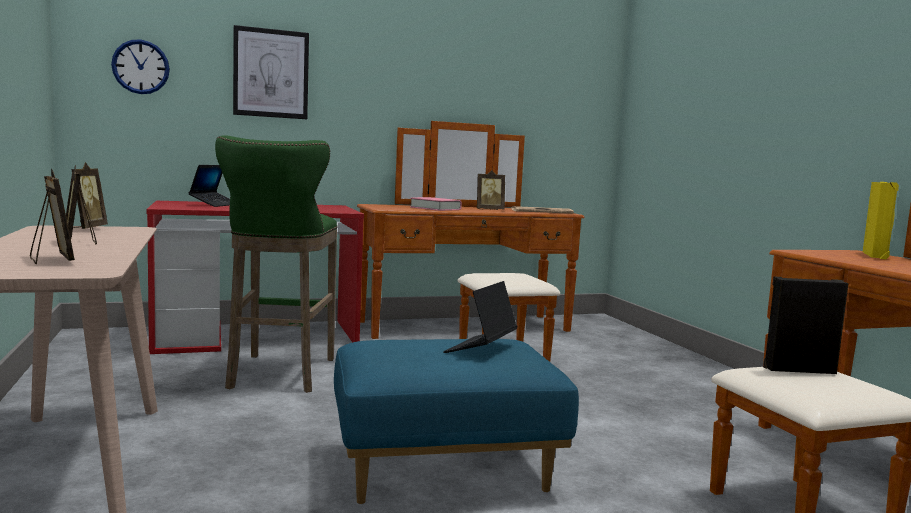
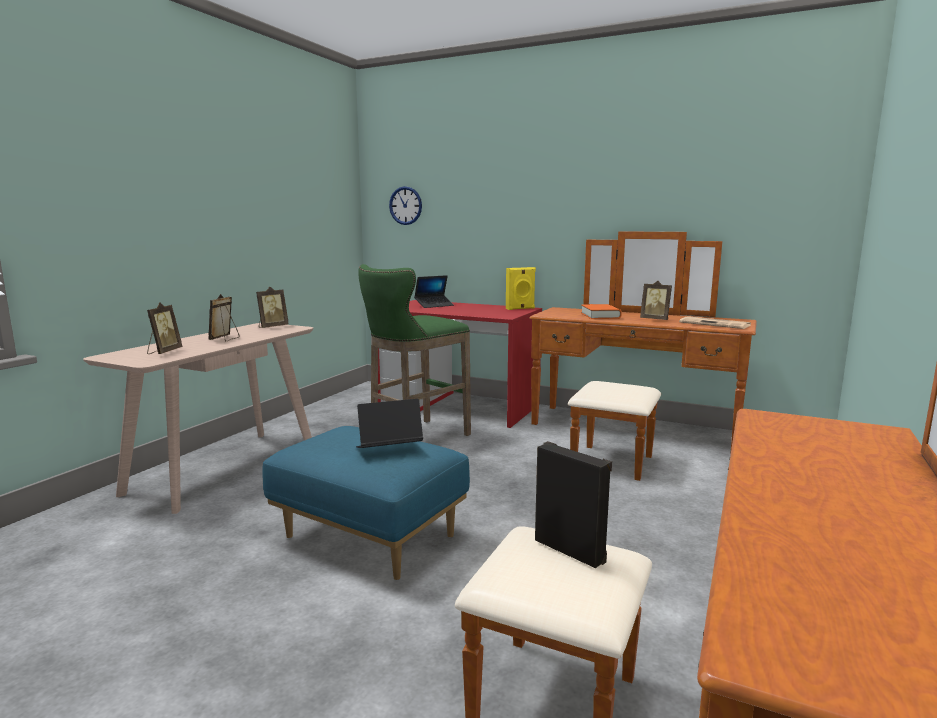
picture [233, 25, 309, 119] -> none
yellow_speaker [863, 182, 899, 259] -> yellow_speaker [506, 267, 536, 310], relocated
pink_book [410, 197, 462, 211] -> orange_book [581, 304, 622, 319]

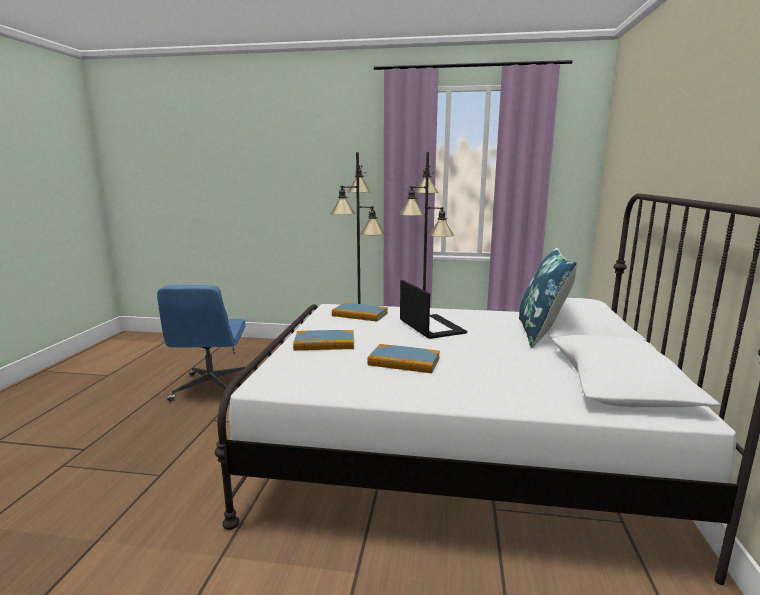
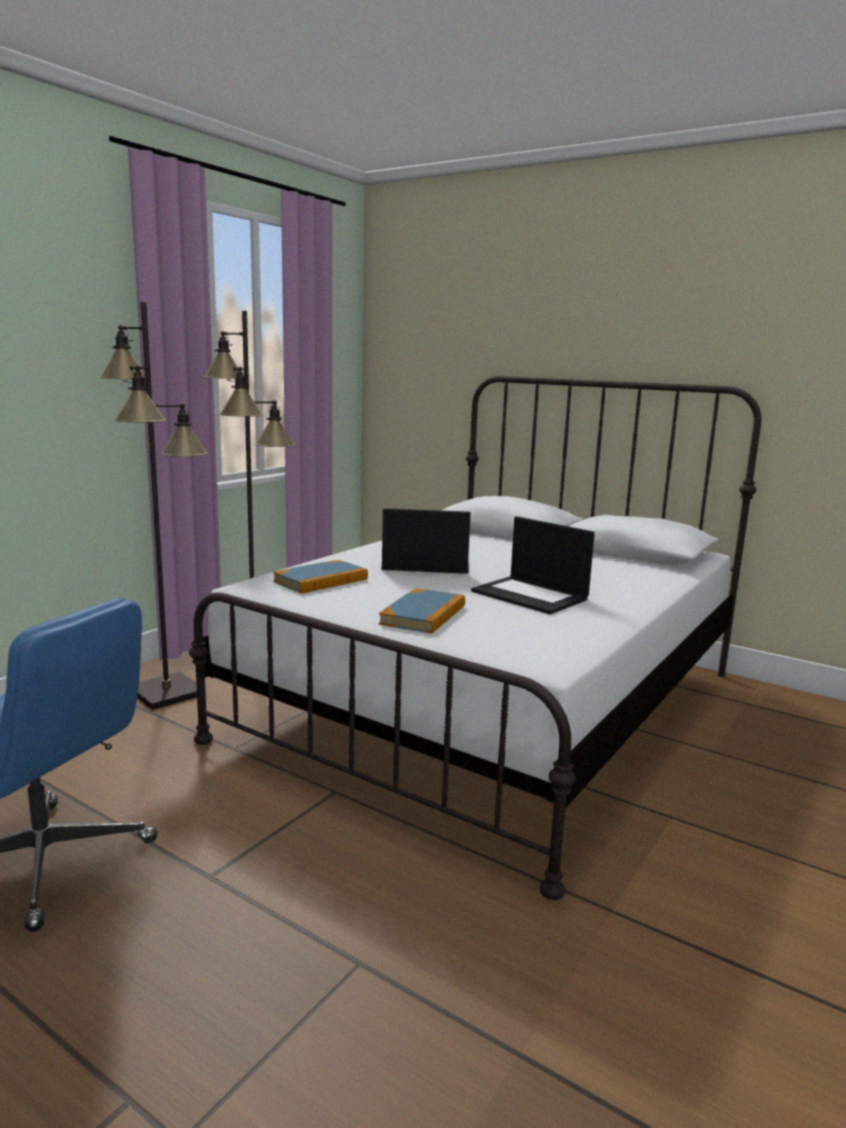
blue_pillow [519, 247, 578, 348] -> none
book [367, 344, 440, 373] -> laptop [471, 516, 595, 614]

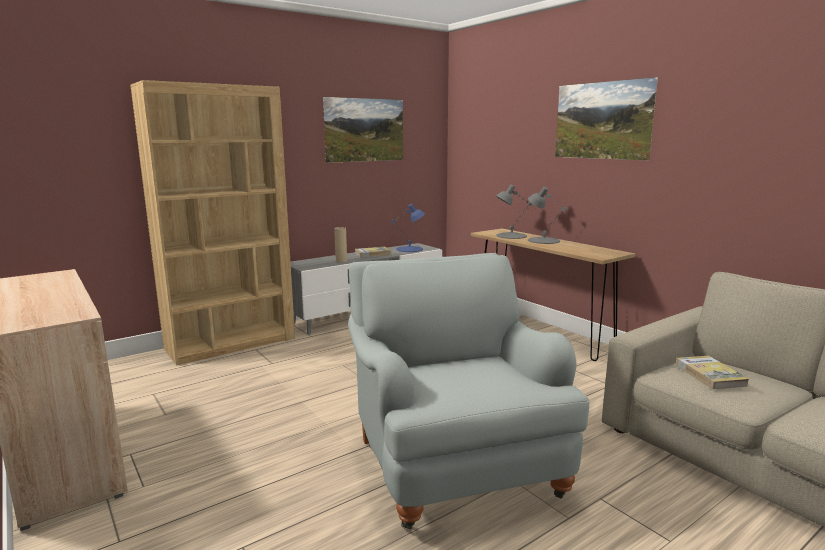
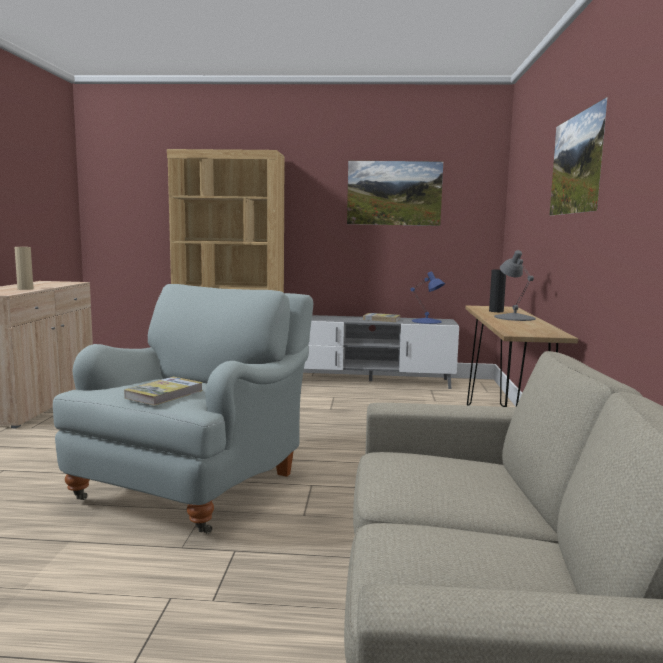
grey_table_lamp [496, 184, 533, 239] -> black_vase [489, 270, 506, 312]
beige_vase [334, 227, 347, 263] -> beige_vase [15, 247, 33, 290], relocated
book [676, 356, 749, 389] -> book [124, 377, 203, 406], relocated

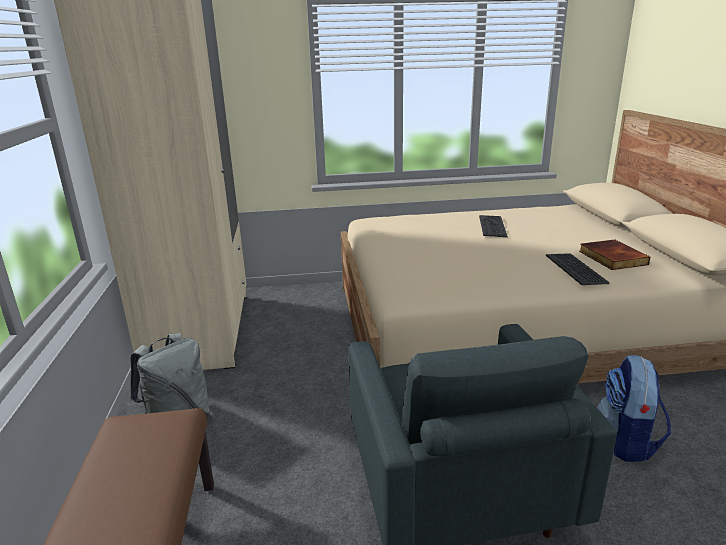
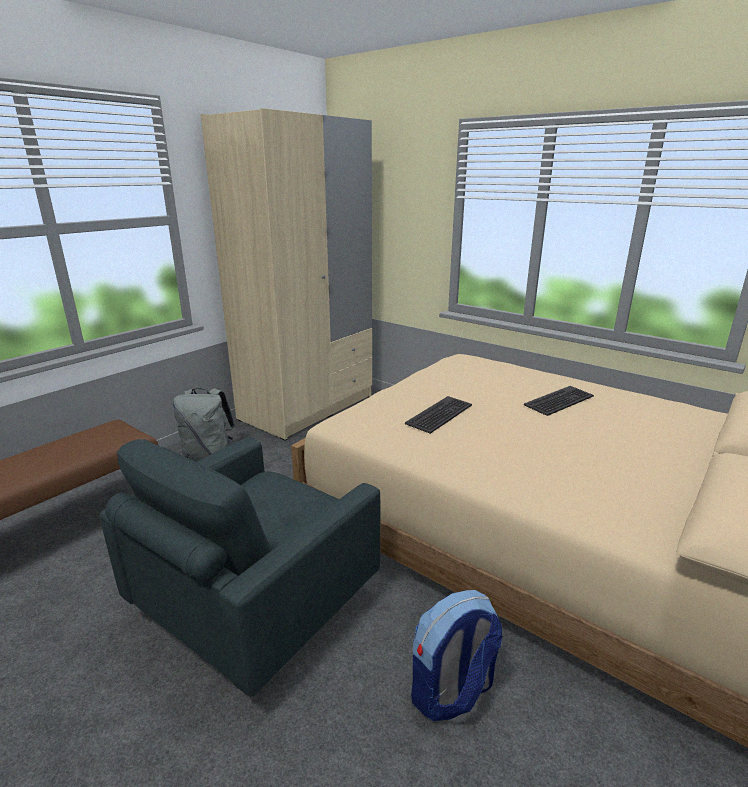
book [579, 240, 650, 270] -> none
keyboard [546, 253, 609, 285] -> keyboard [405, 396, 472, 434], relocated

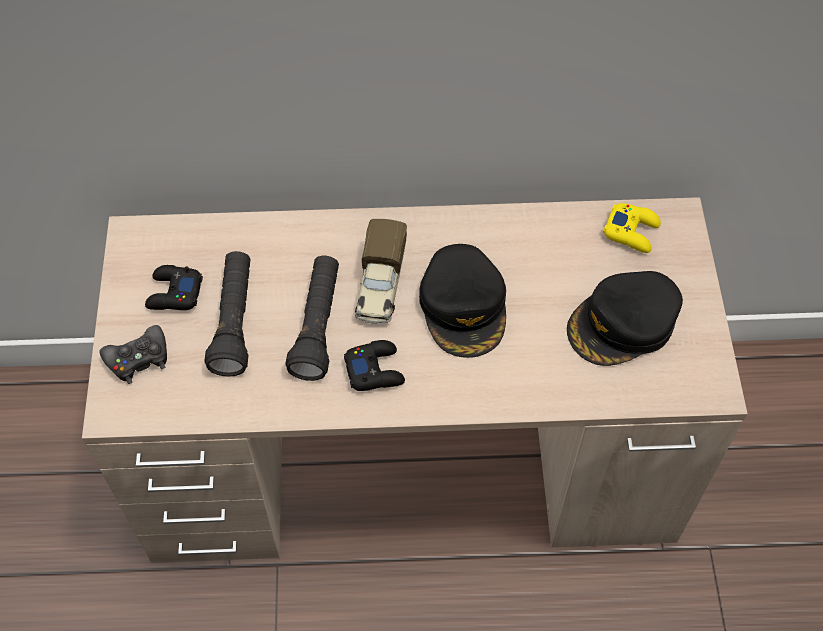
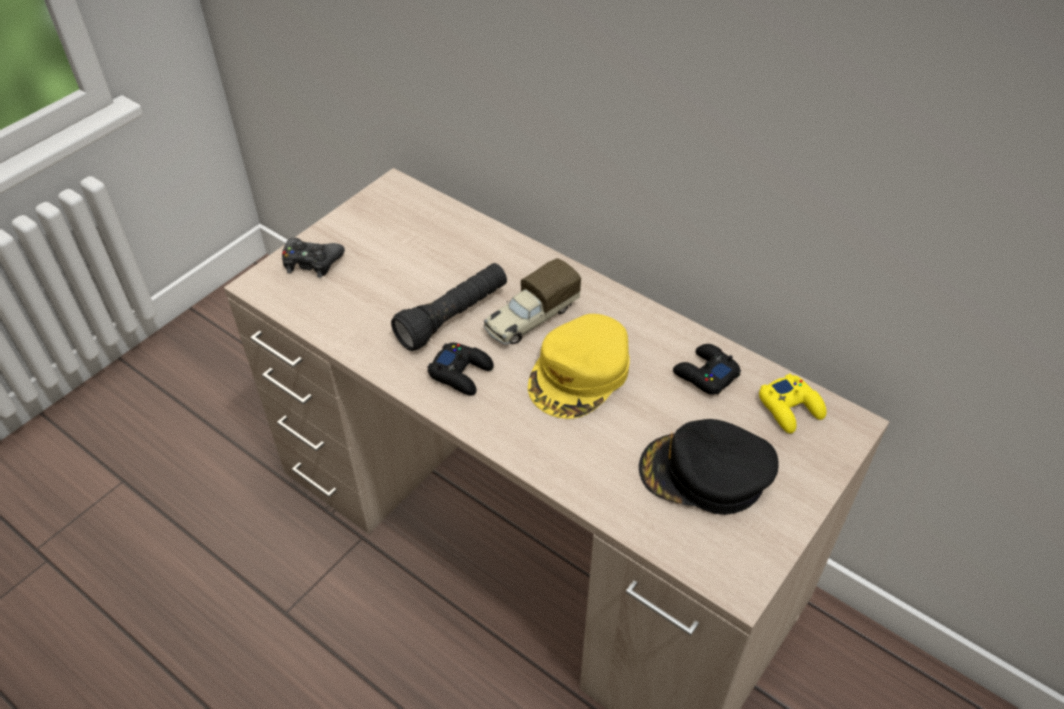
black_cap [419, 244, 506, 358] -> yellow_cap [528, 314, 629, 419]
black_flashlight [205, 251, 250, 377] -> none
black_game_controller [145, 265, 203, 310] -> black_game_controller [673, 344, 741, 395], relocated

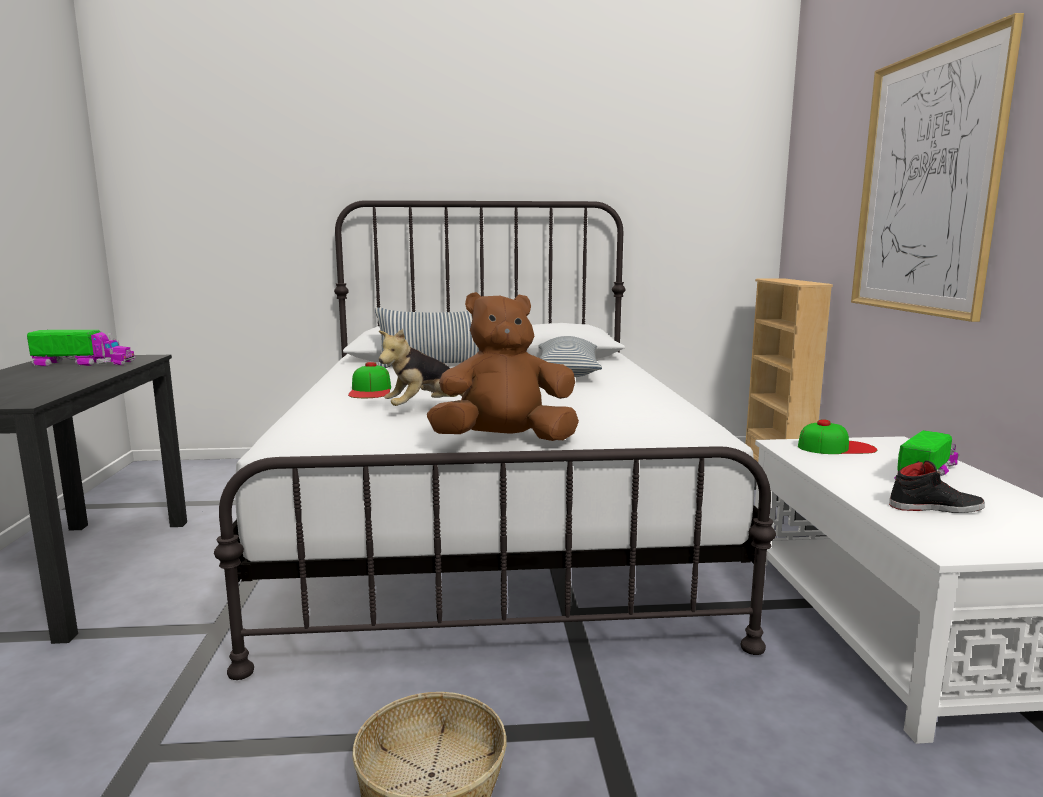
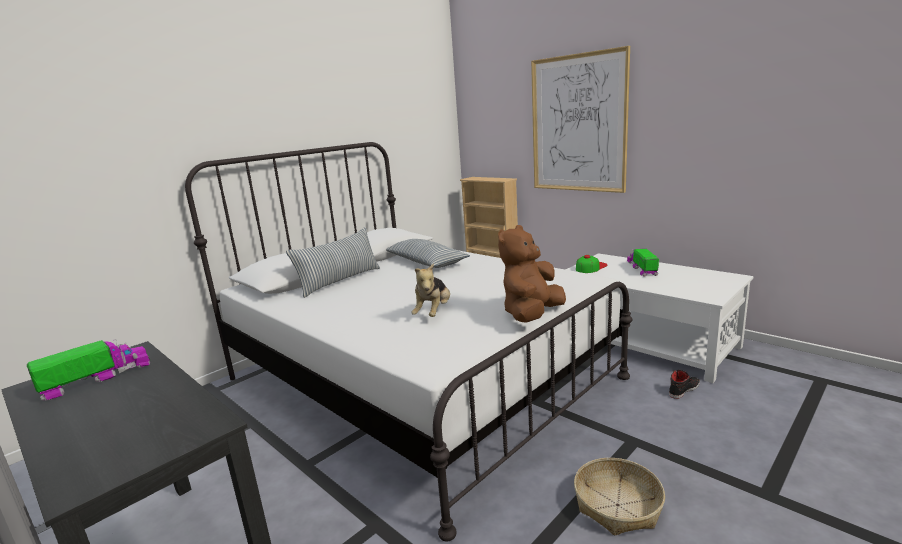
cap [348, 362, 391, 398] -> none
black_shoe [889, 460, 985, 513] -> black_shoe [669, 370, 700, 399], relocated

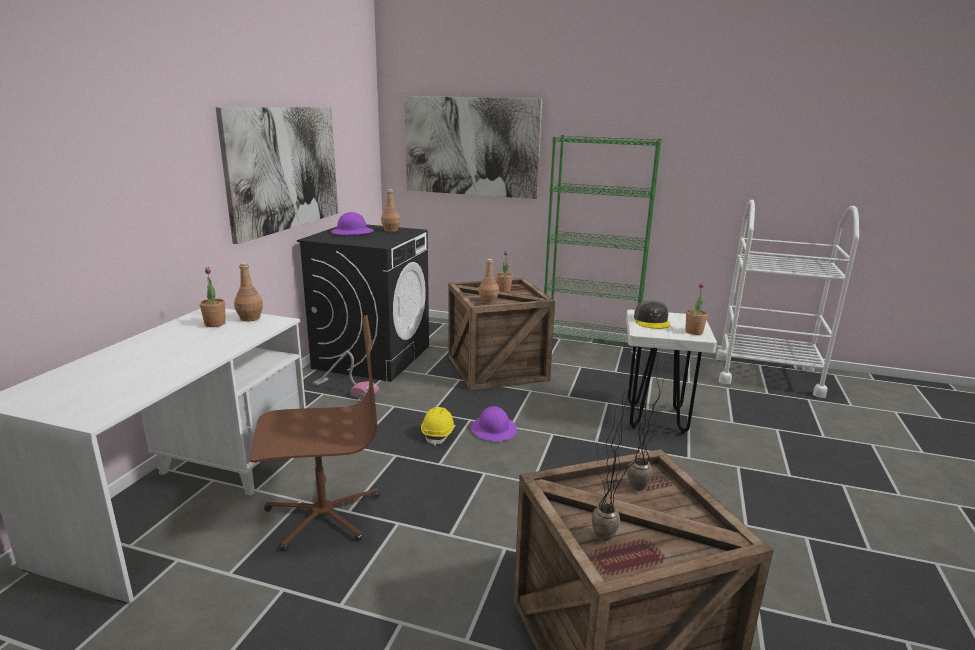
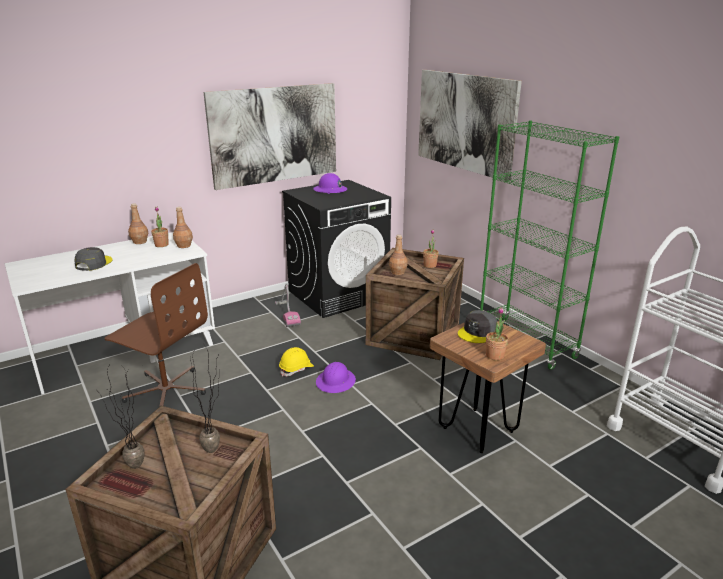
brown_bottle [381, 189, 401, 232] -> brown_bottle [128, 203, 148, 244], relocated
white_stool [626, 310, 717, 434] -> brown_stool [430, 321, 546, 453]
none -> grey_cap [75, 247, 113, 271]

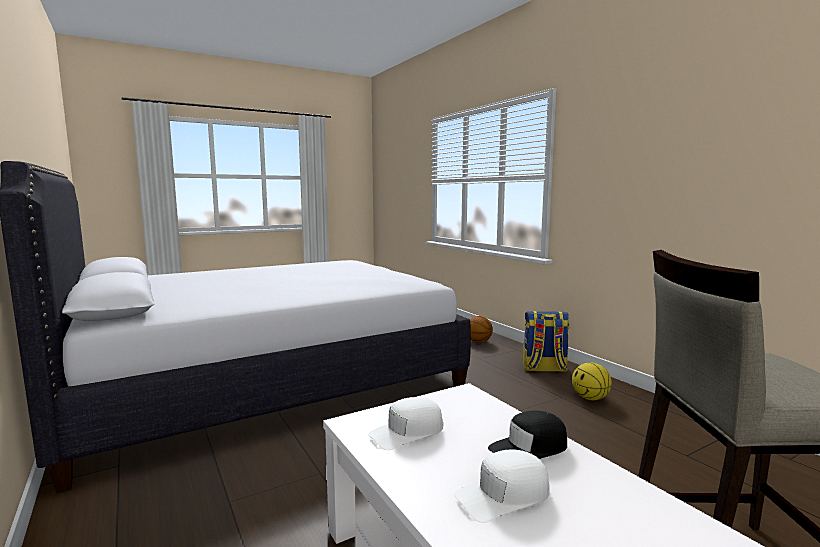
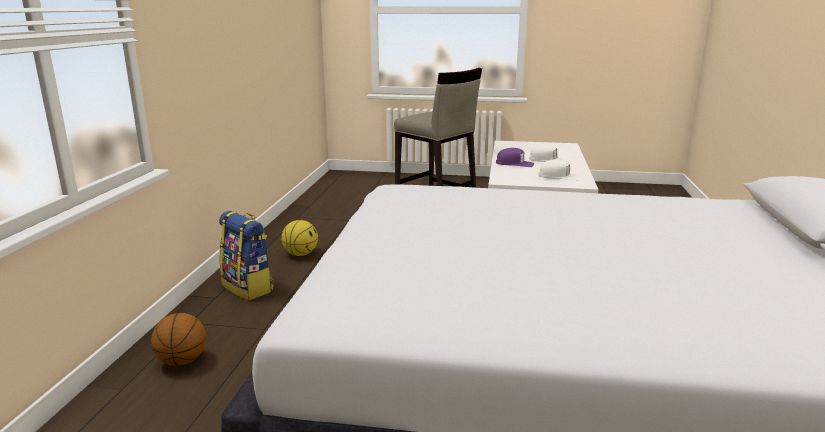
black_cap [488, 411, 567, 459] -> purple_cap [496, 148, 534, 167]

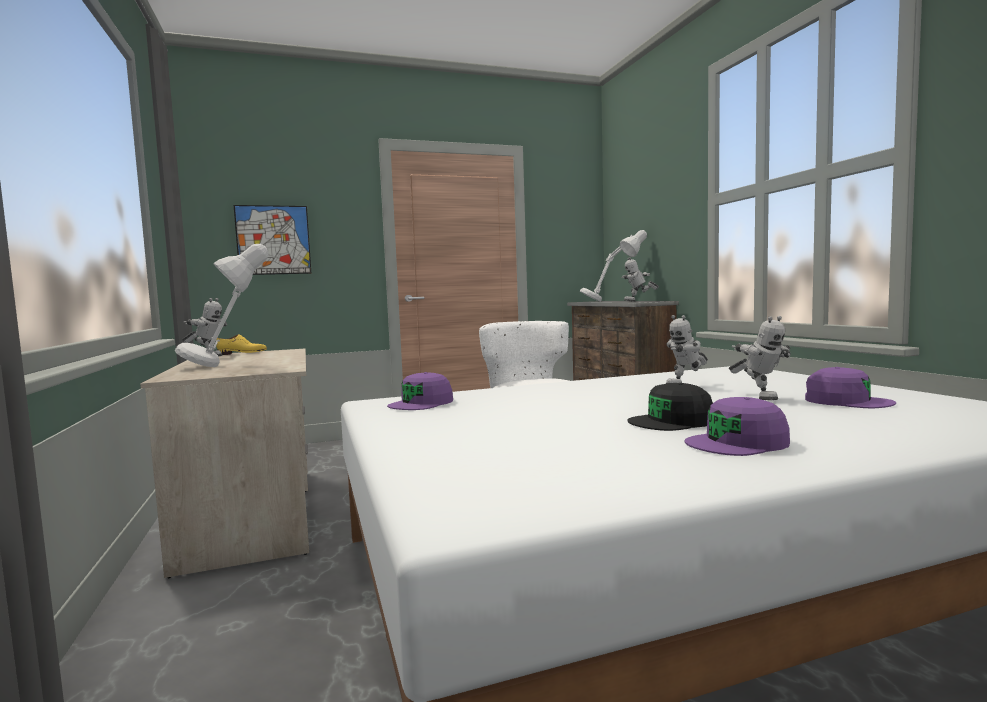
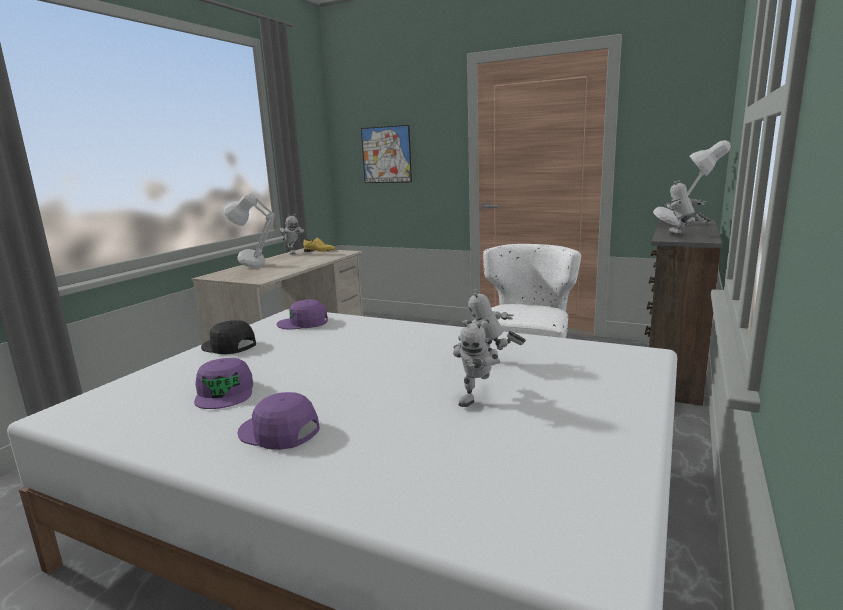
purple_cap [805, 367, 896, 408] -> purple_cap [194, 358, 253, 409], relocated
black_cap [627, 383, 713, 431] -> black_cap [201, 320, 256, 354], relocated

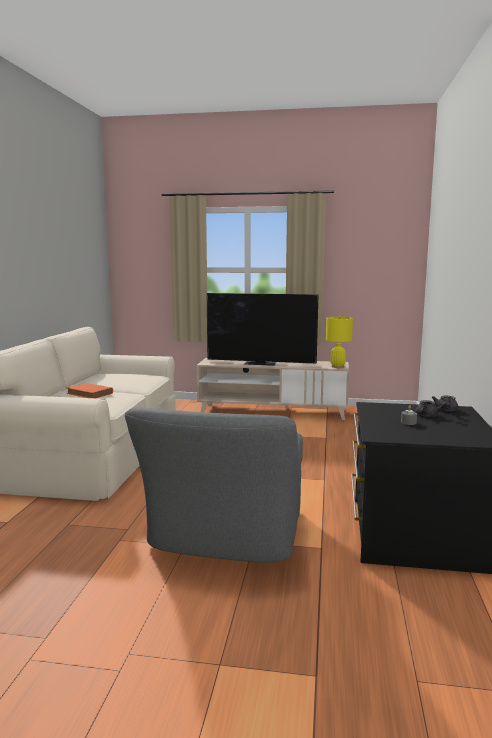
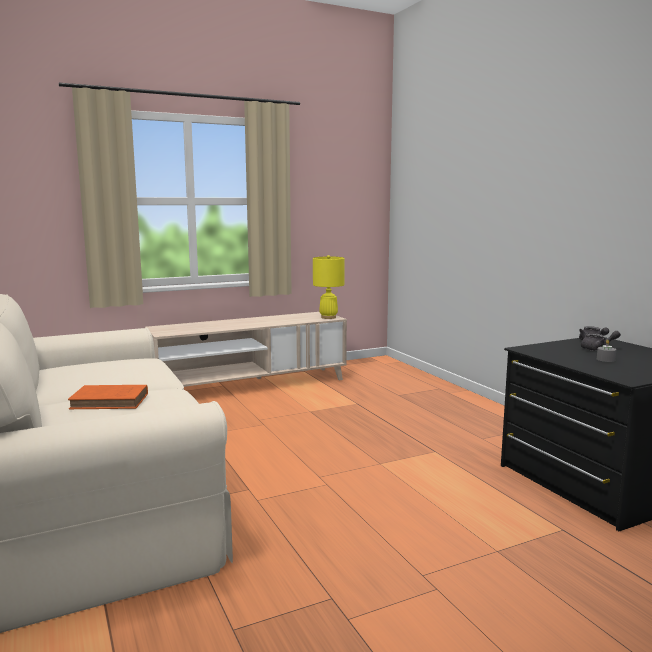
television [207, 293, 318, 366] -> none
grey_armchair [125, 407, 303, 563] -> none

